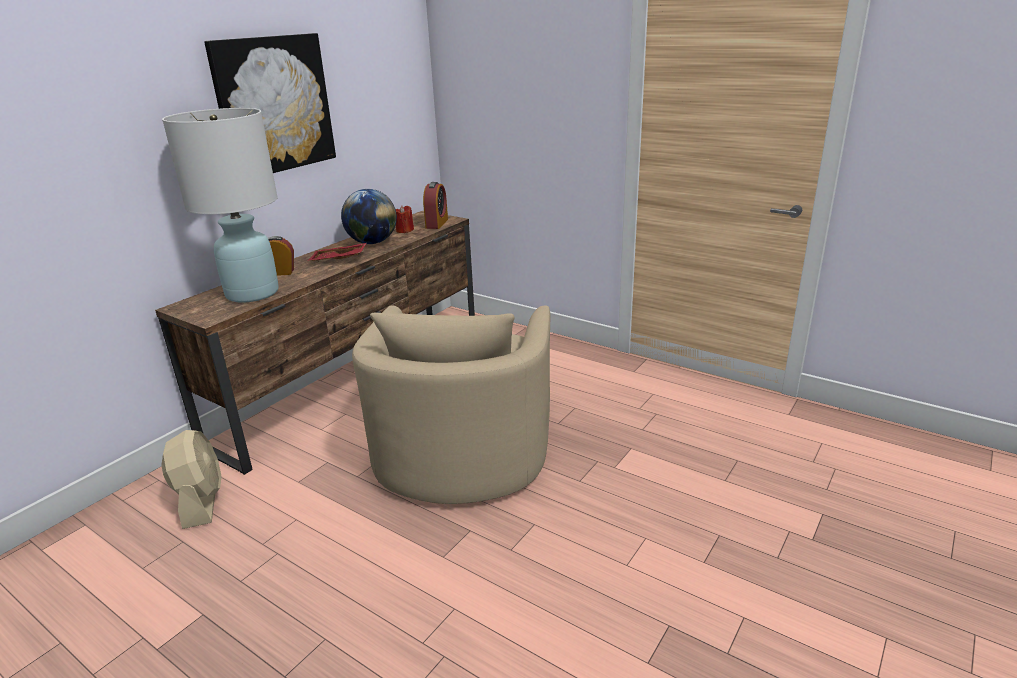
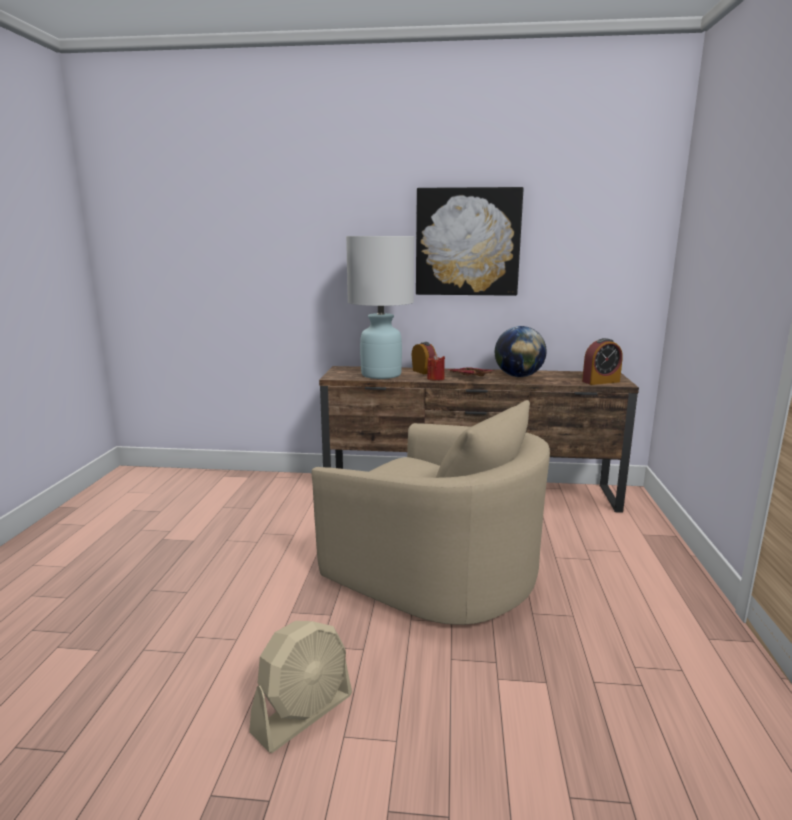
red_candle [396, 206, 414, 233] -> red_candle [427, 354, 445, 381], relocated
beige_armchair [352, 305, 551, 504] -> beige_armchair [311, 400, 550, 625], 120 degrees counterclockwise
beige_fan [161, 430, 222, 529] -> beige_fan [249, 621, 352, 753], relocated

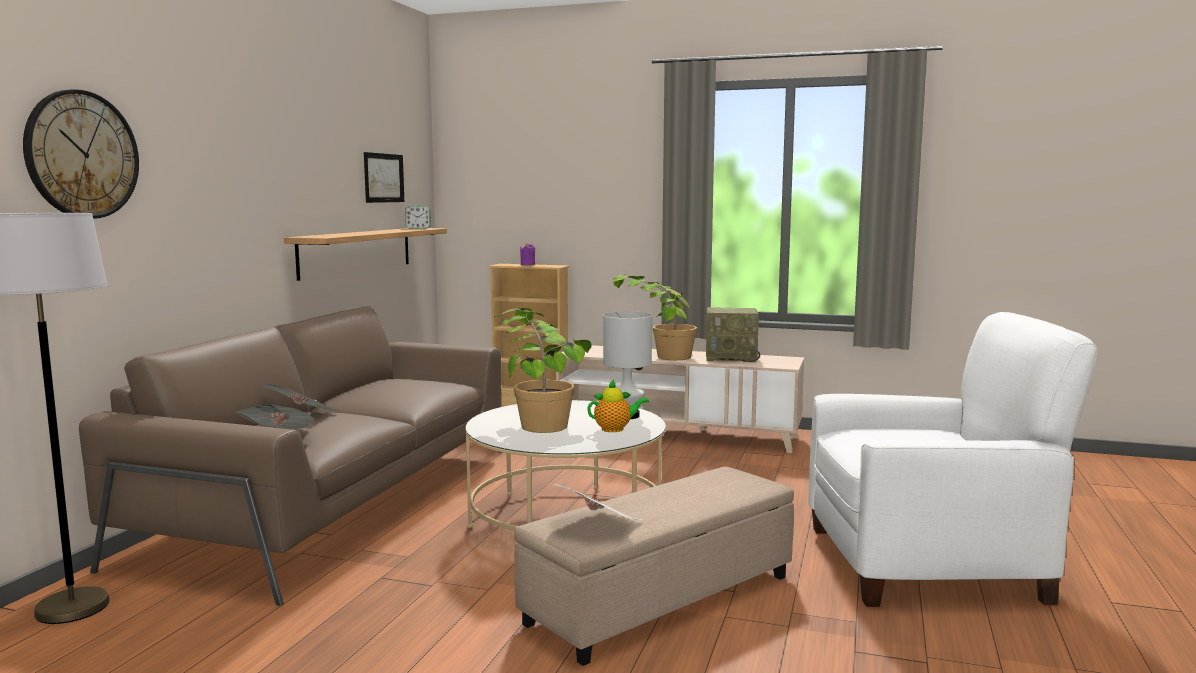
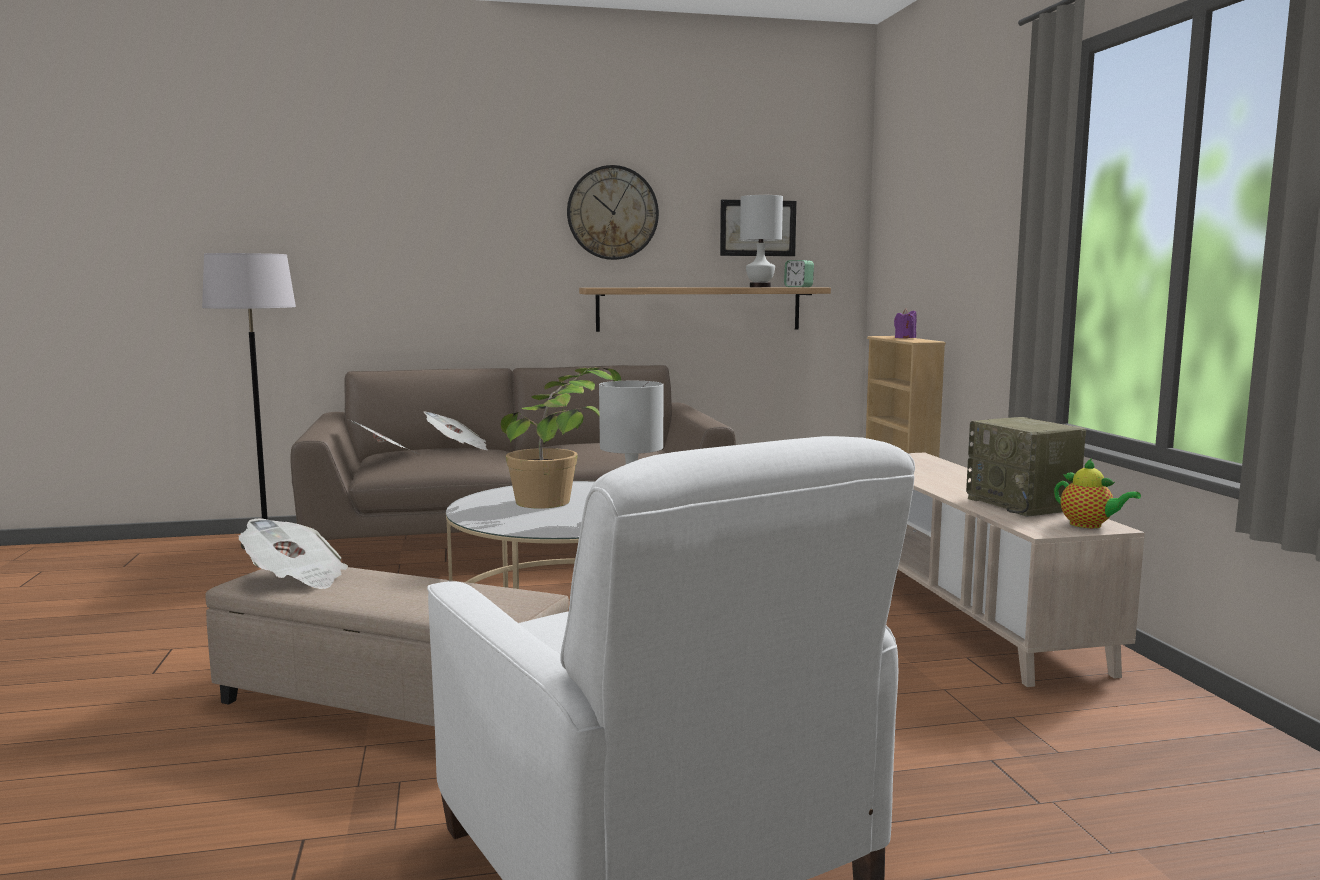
wall_clock [23, 89, 139, 219] -> wall_clock [567, 165, 659, 260], relocated
potted_plant [613, 275, 697, 360] -> none
teapot [587, 380, 649, 432] -> teapot [1054, 458, 1141, 528], relocated
none -> white_table_lamp [740, 195, 783, 287]

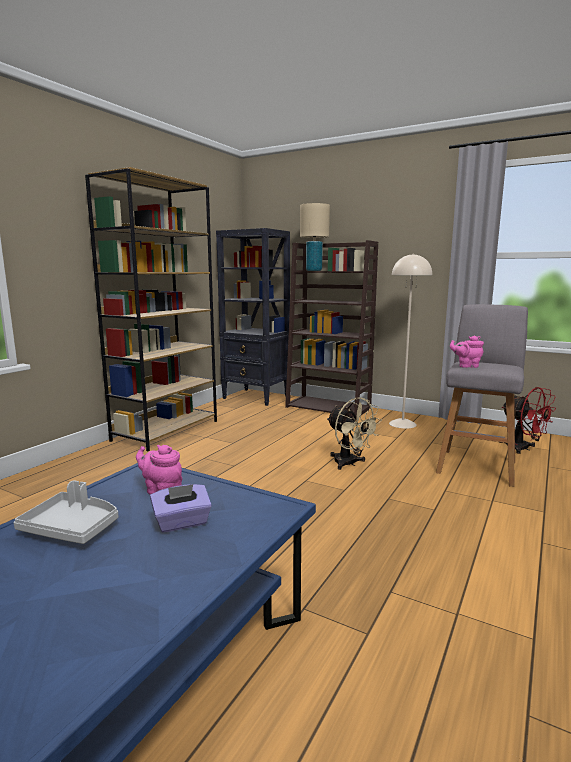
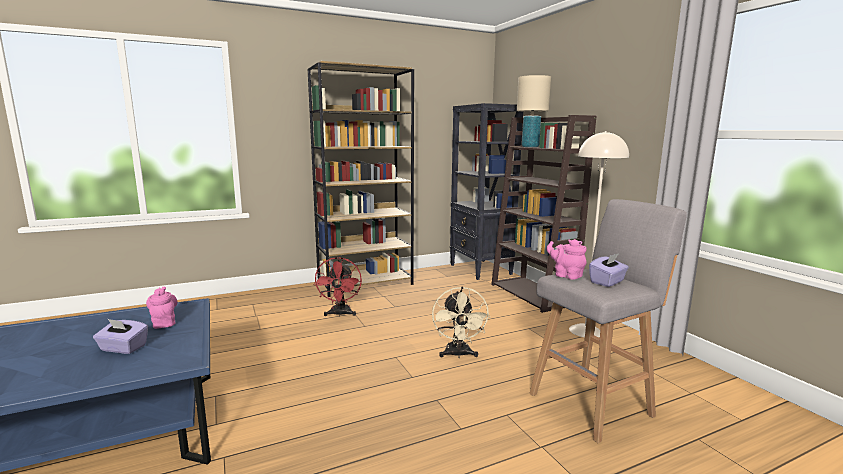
red_fan [499, 387, 556, 454] -> red_fan [313, 257, 362, 317], relocated
grey_tray [13, 480, 118, 544] -> none
none -> purple_tissue_box [589, 253, 629, 287]

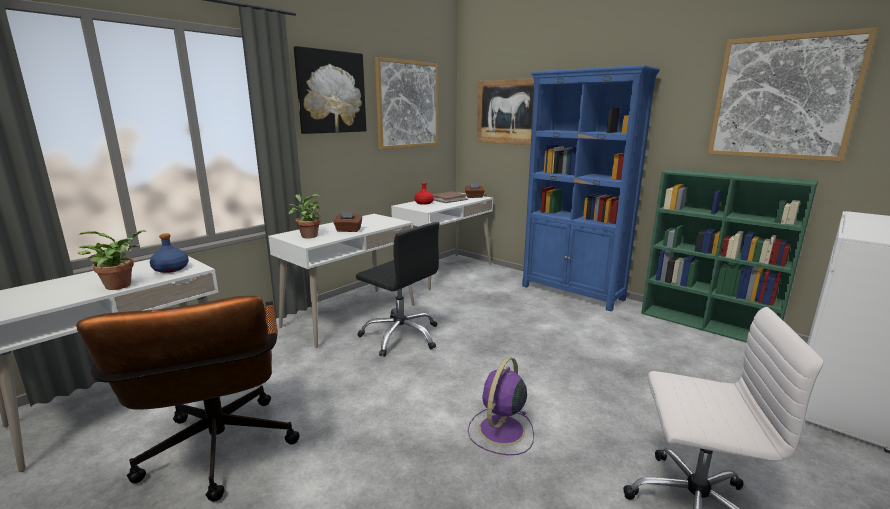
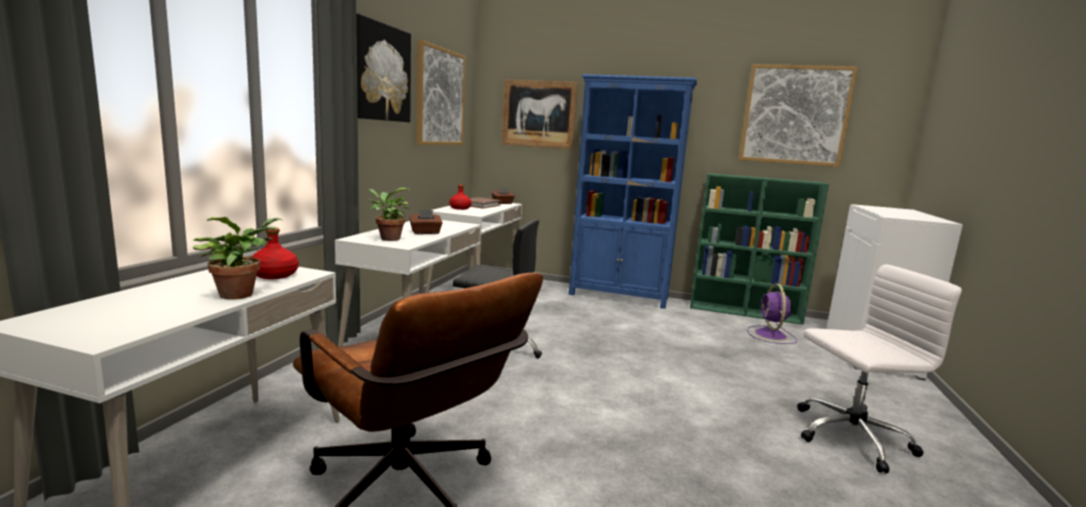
blue_bottle [150, 234, 189, 273] -> red_bottle [252, 228, 299, 279]
purple_fan [468, 357, 534, 455] -> purple_fan [747, 284, 797, 344], relocated

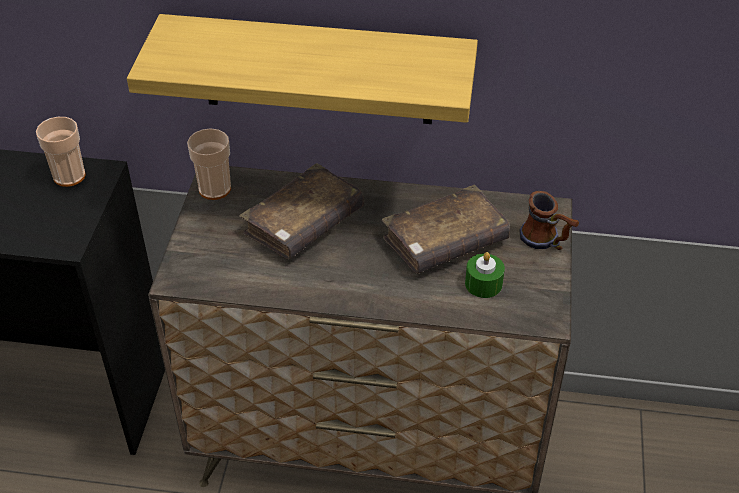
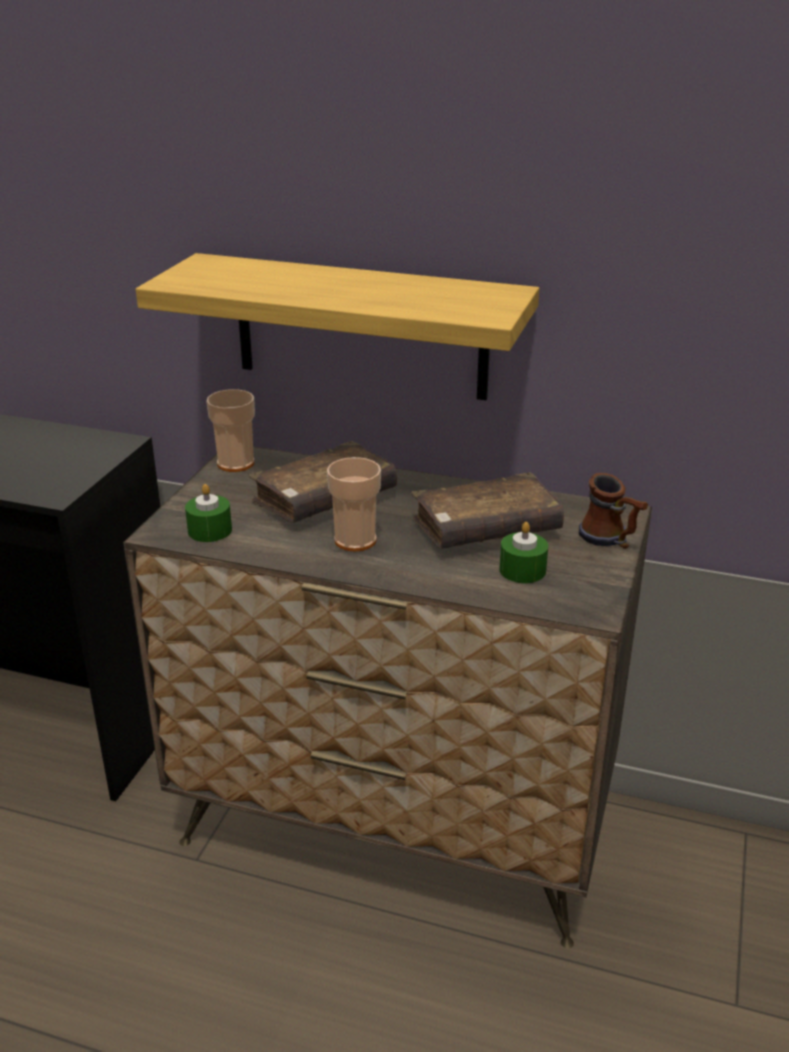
cup [36, 117, 86, 187] -> cup [327, 457, 381, 551], relocated
none -> green_candle [185, 484, 232, 542]

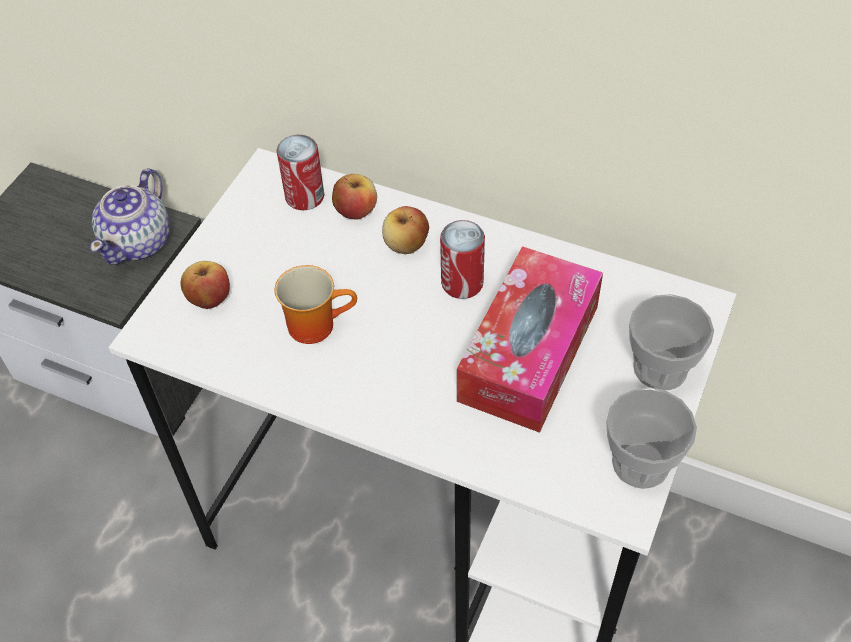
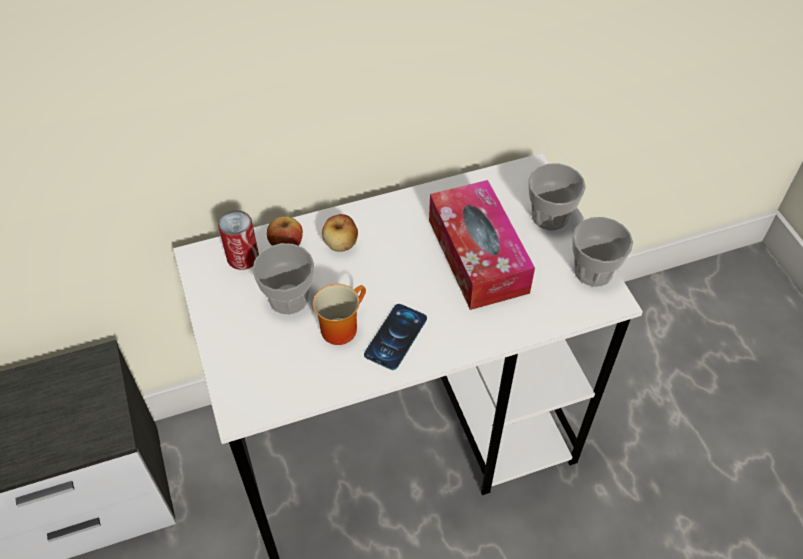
teapot [90, 168, 170, 265] -> none
can [440, 220, 485, 299] -> none
apple [180, 261, 230, 309] -> none
none -> cup [252, 243, 314, 315]
none -> phone [364, 304, 427, 370]

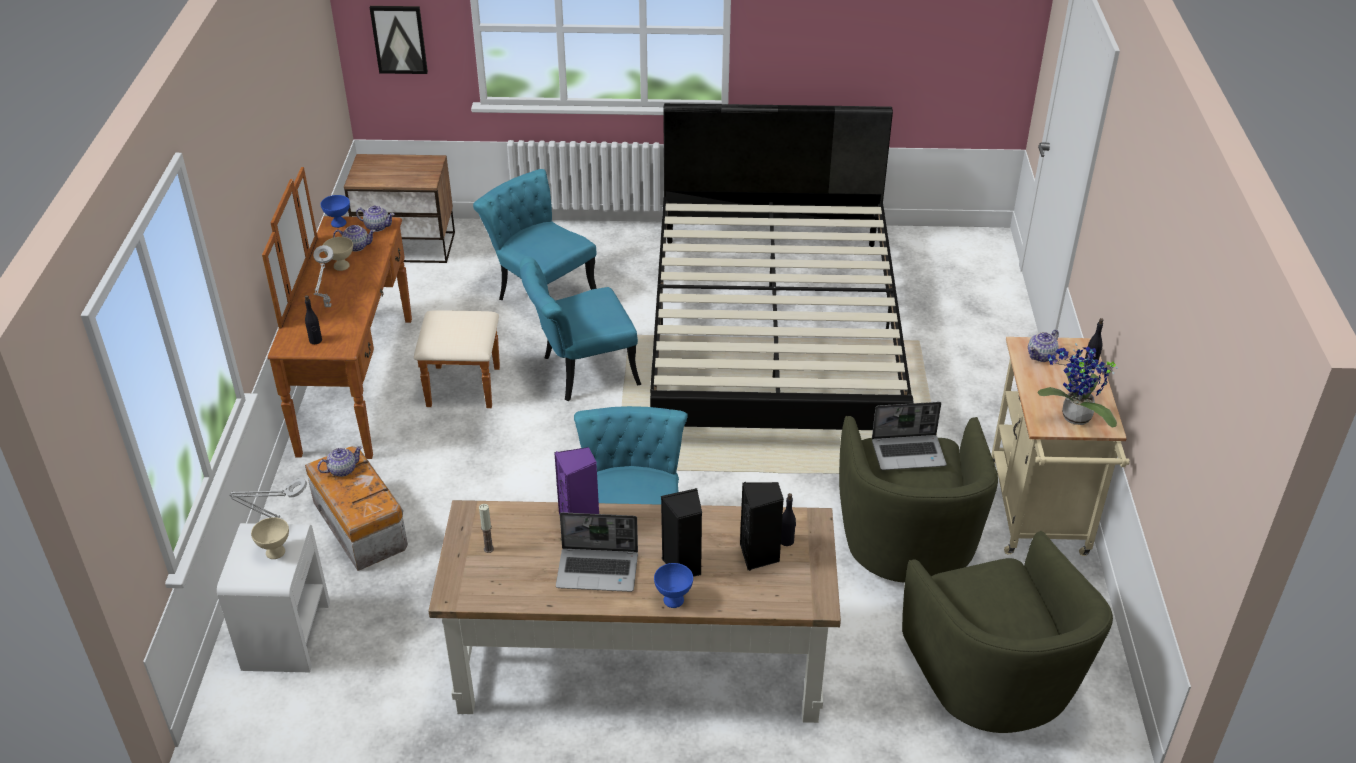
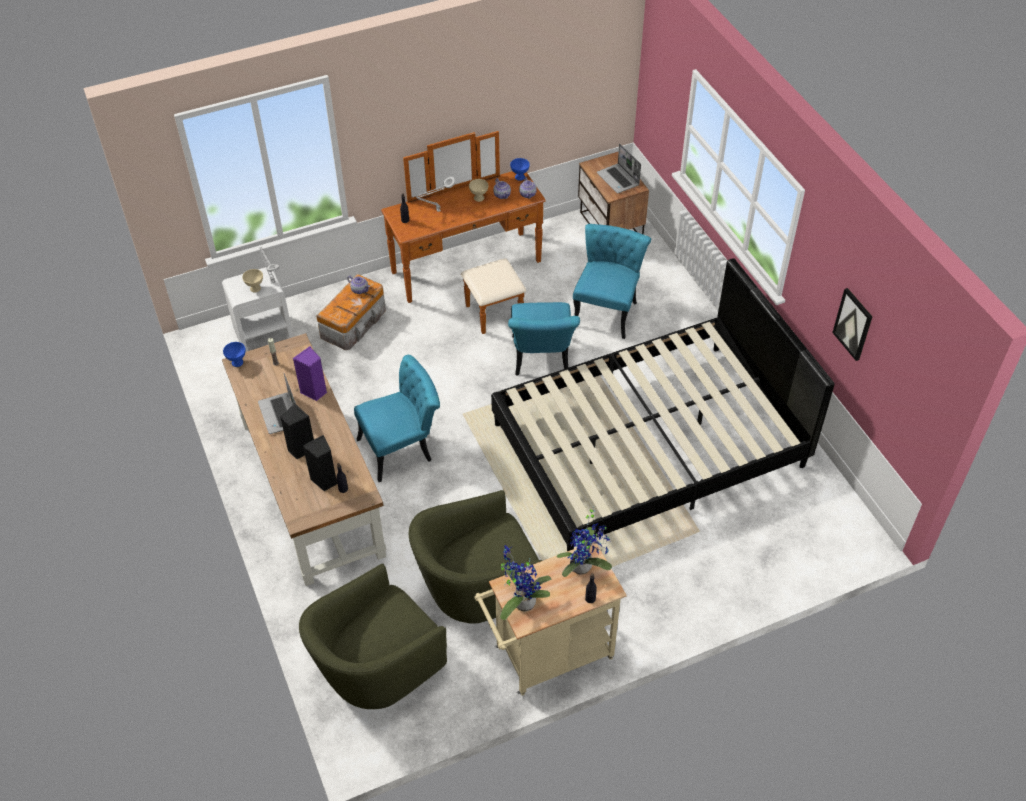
picture [370, 6, 428, 74] -> picture [832, 288, 873, 361], relocated
turquoise_chair [520, 256, 641, 401] -> turquoise_chair [508, 302, 580, 376], 135 degrees counterclockwise
teapot [1028, 330, 1059, 362] -> potted_plant [557, 506, 612, 577]
laptop [872, 402, 947, 470] -> laptop [597, 144, 641, 193], relocated
blue_bowl [654, 563, 693, 608] -> blue_bowl [223, 342, 246, 367], relocated

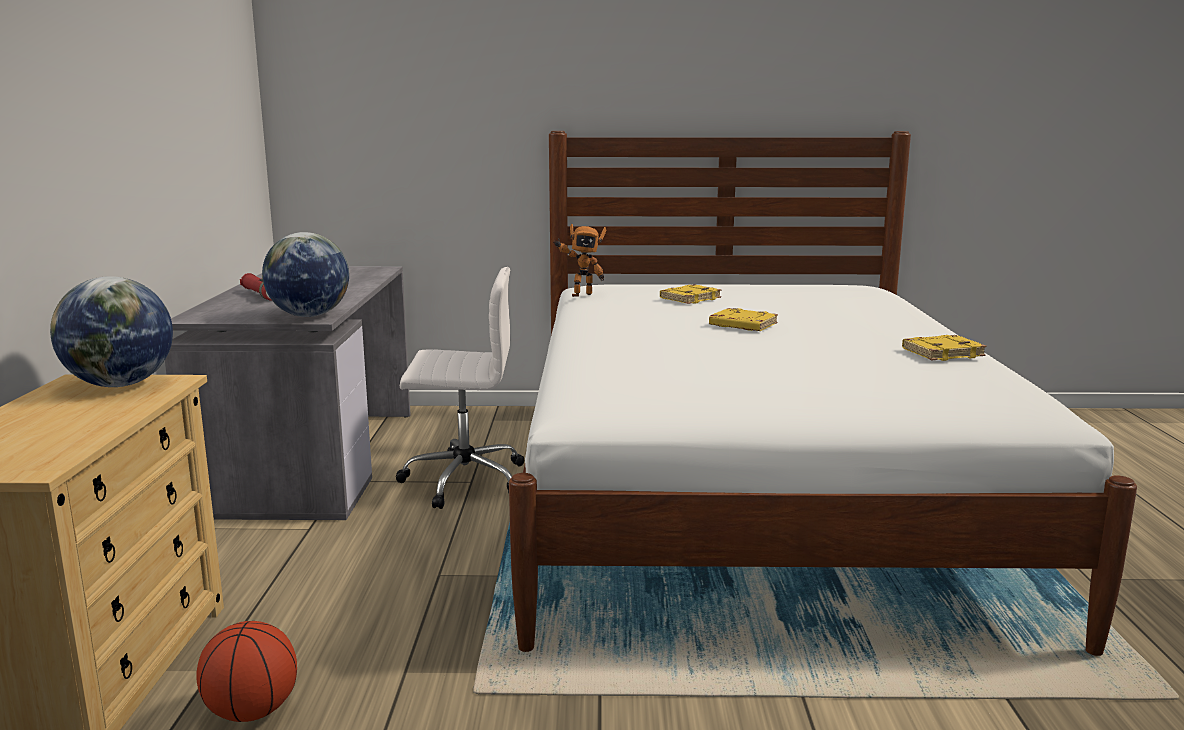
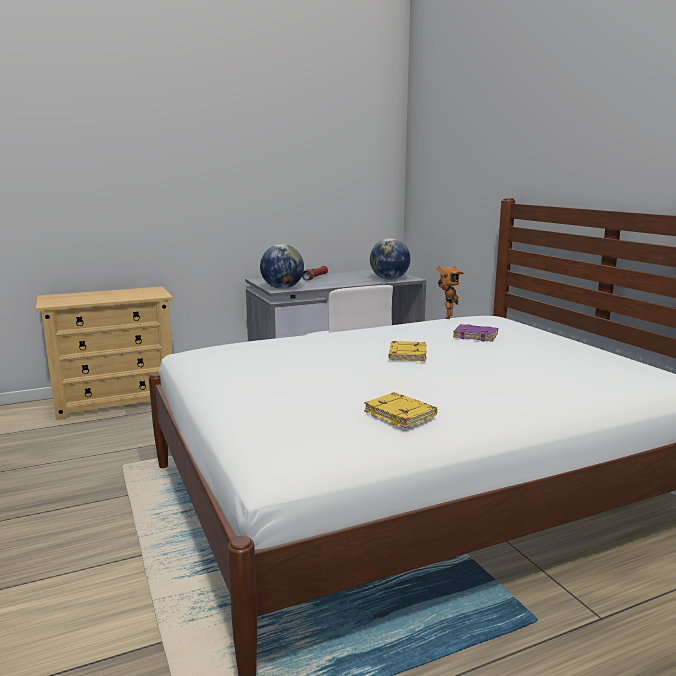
toy_robot [553, 224, 606, 297] -> toy_robot [436, 266, 464, 319], 105 degrees counterclockwise
globe [50, 276, 173, 387] -> globe [370, 238, 410, 280], relocated
yellow_book [660, 284, 721, 304] -> purple_book [453, 324, 498, 342]
basketball [196, 621, 297, 722] -> none

